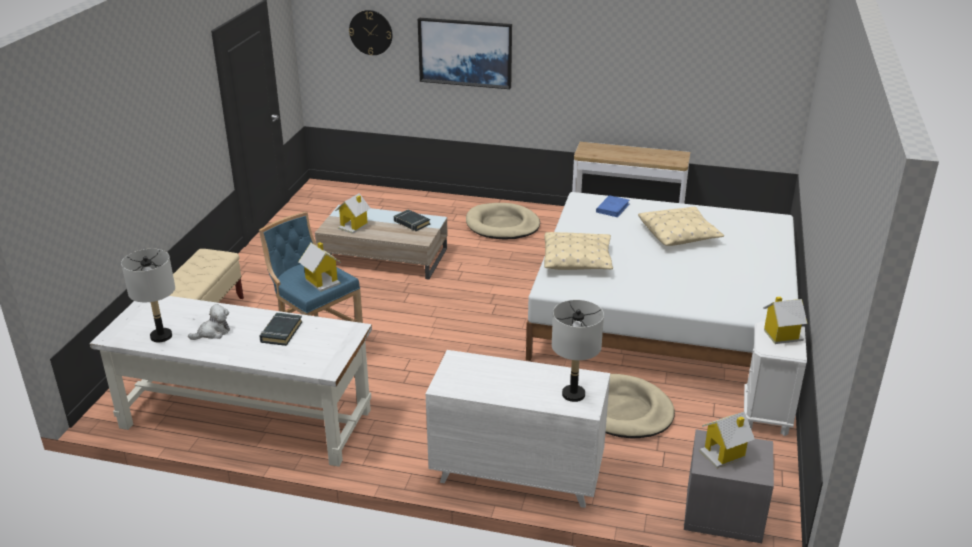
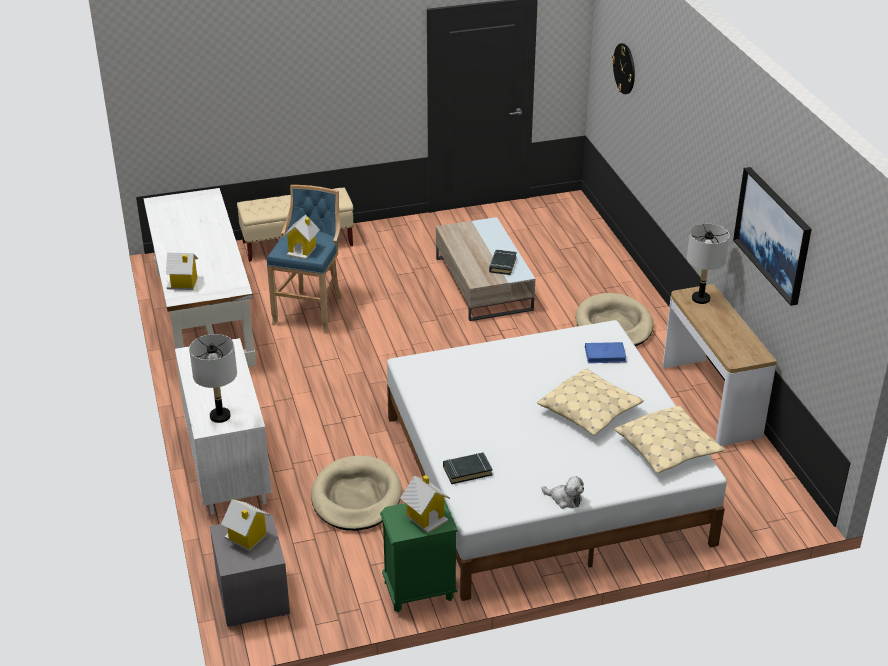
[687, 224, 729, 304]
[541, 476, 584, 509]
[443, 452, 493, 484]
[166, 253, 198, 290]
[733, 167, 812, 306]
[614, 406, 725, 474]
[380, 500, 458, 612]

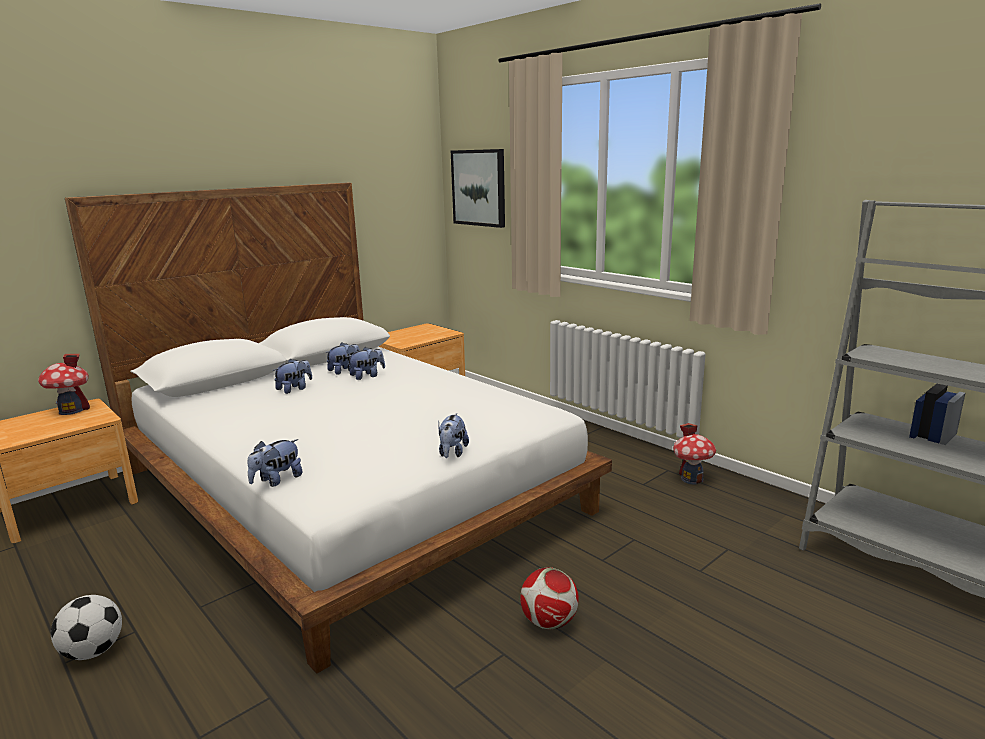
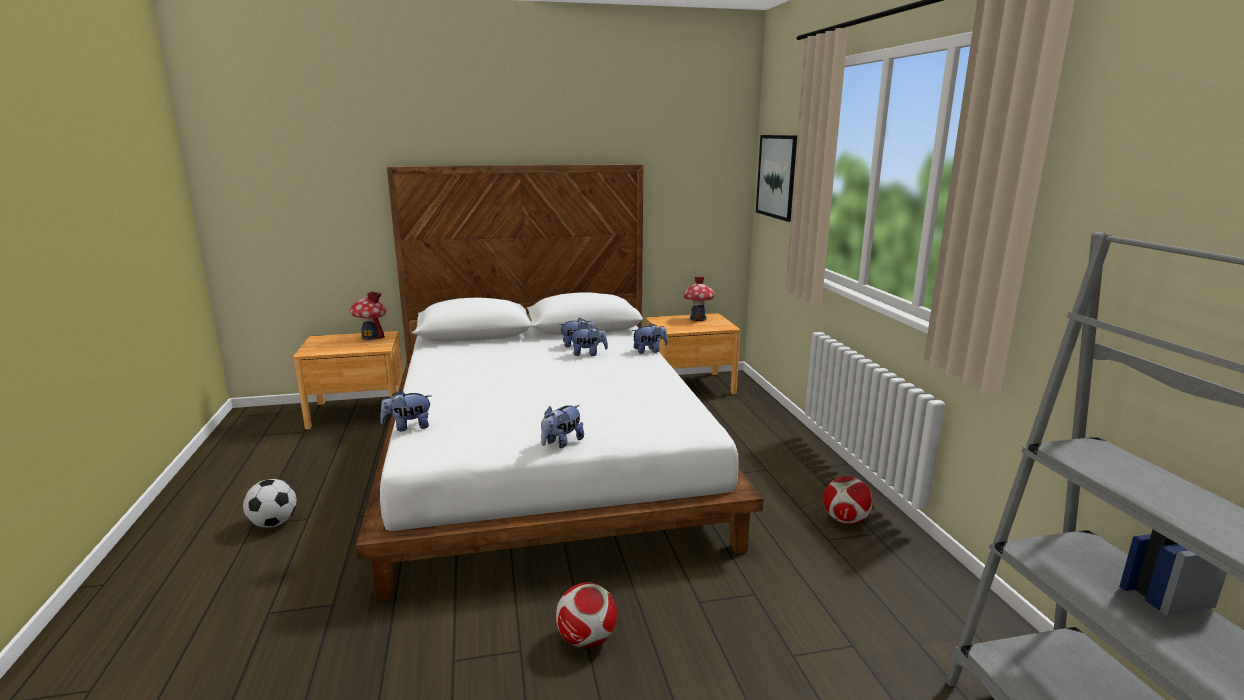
[824, 476, 873, 524]
[632, 323, 668, 354]
[684, 277, 715, 321]

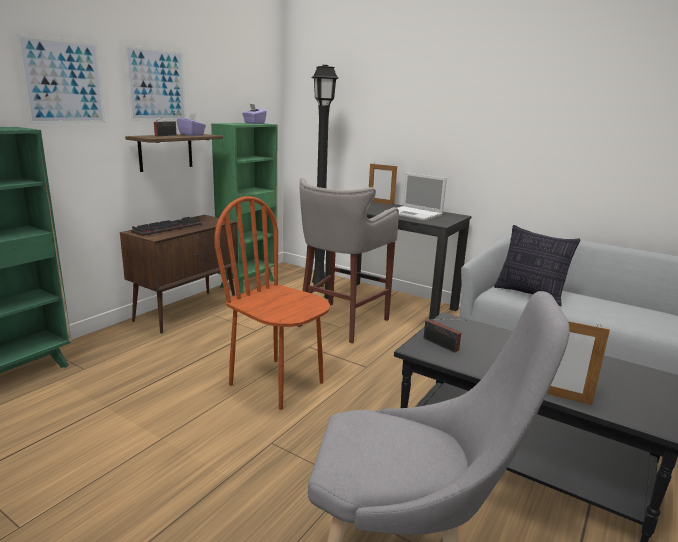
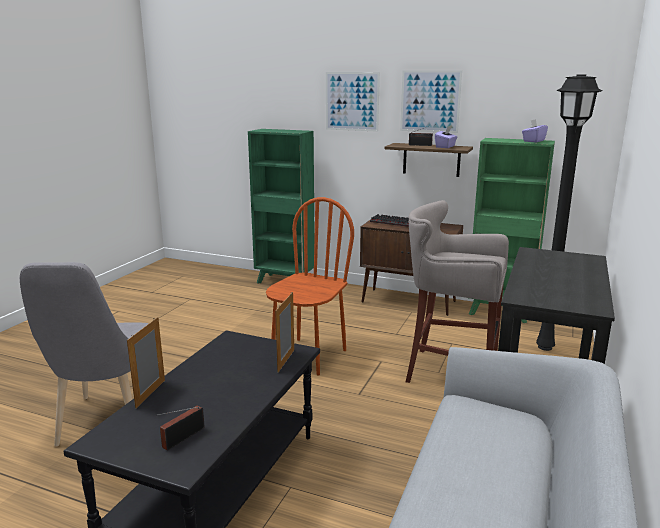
[385, 173, 447, 221] (first image)
[494, 225, 581, 306] (first image)
[275, 292, 294, 373]
[156, 405, 205, 451]

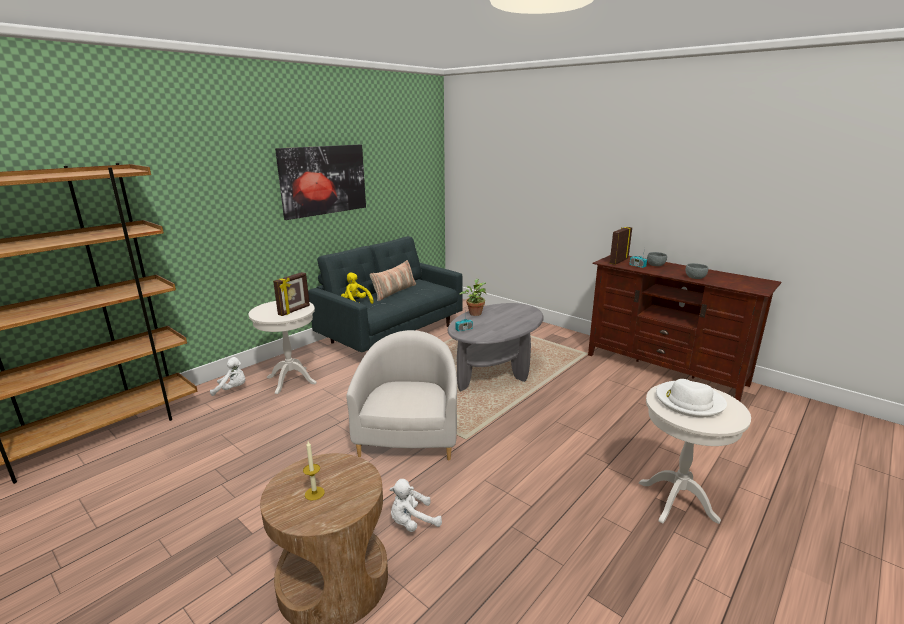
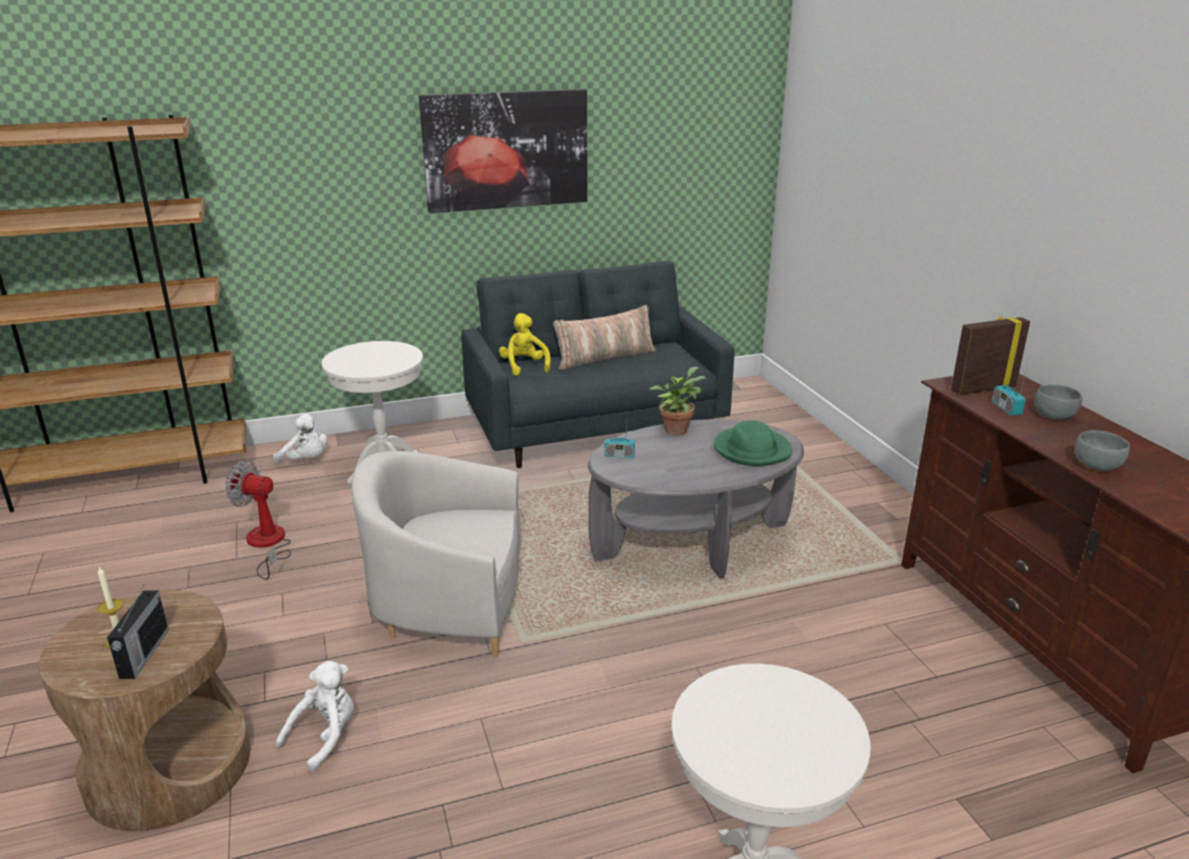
[273, 272, 310, 316] (first image)
[656, 379, 727, 418] (first image)
[107, 585, 169, 679]
[226, 460, 291, 580]
[714, 420, 792, 466]
[352, 451, 521, 657]
[276, 661, 354, 772]

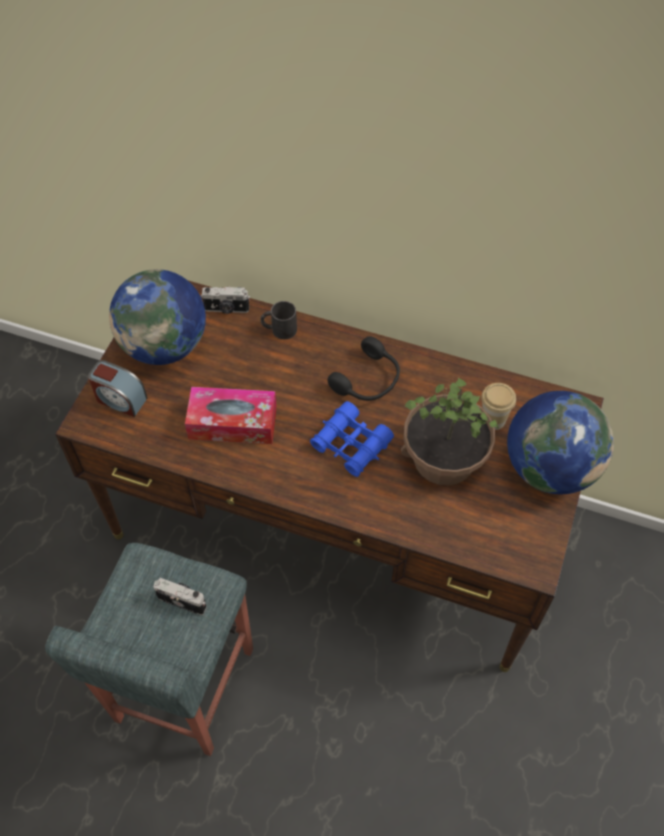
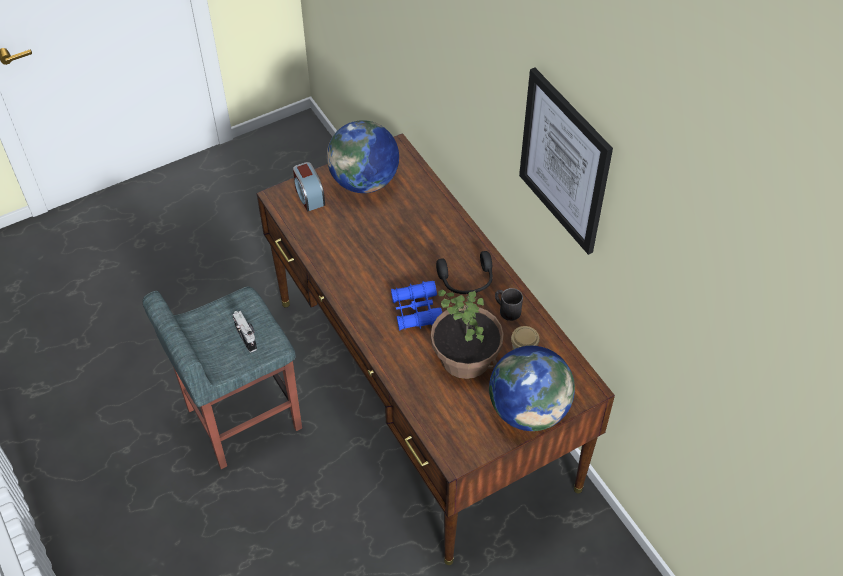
[185, 387, 277, 444] (first image)
[201, 286, 250, 314] (first image)
[519, 68, 613, 255]
[495, 288, 523, 321]

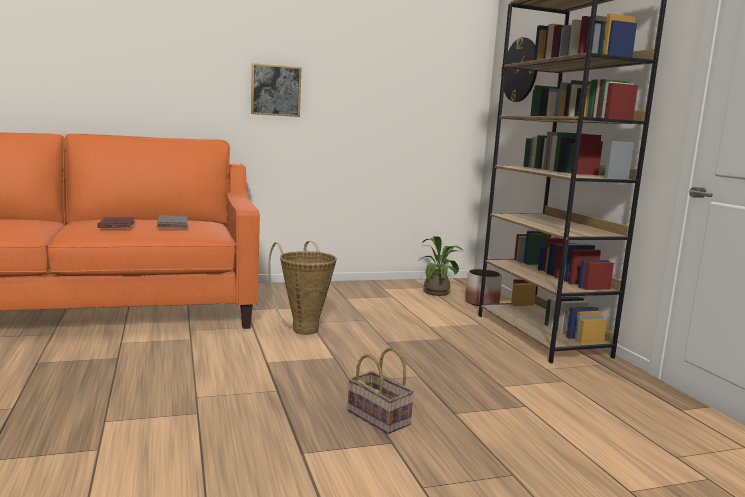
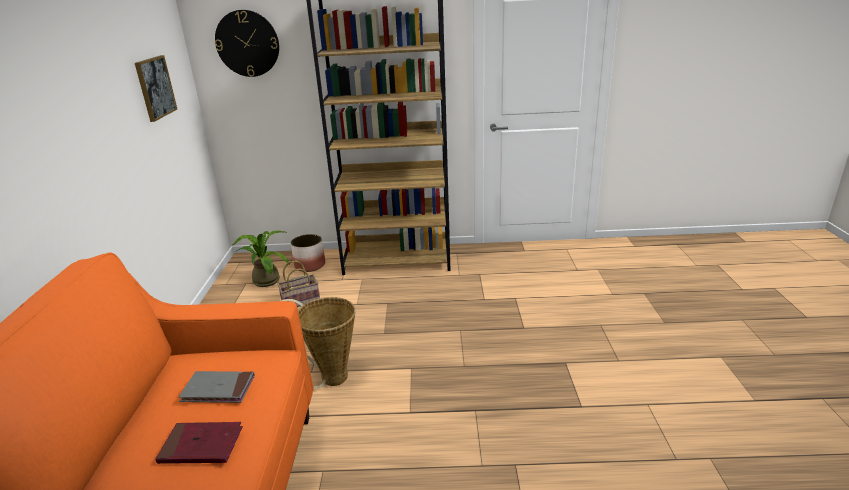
[135, 55, 177, 122]
[277, 260, 320, 307]

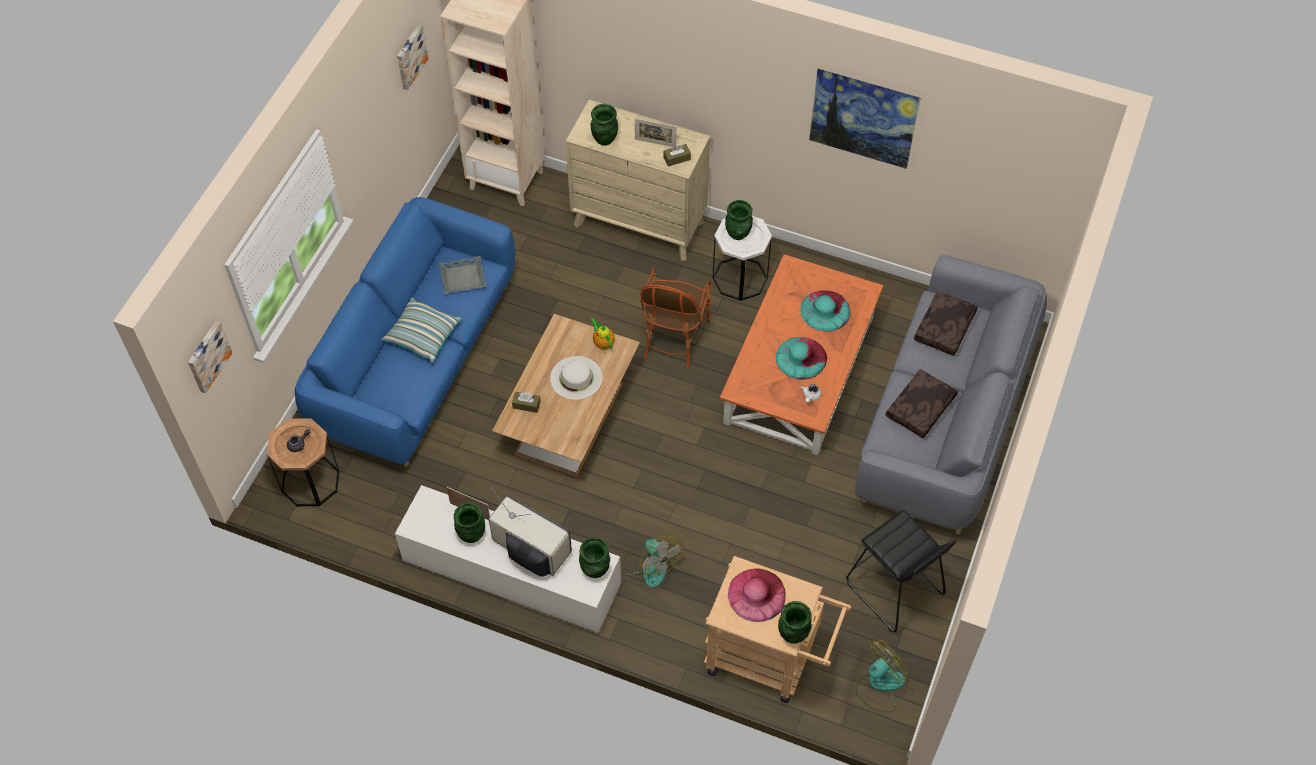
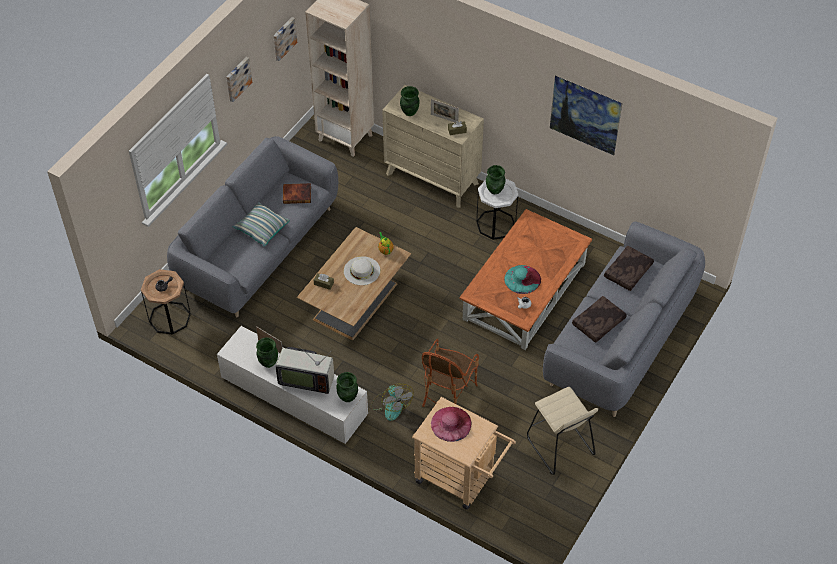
[778, 601, 812, 644] (first image)
[800, 290, 850, 331] (first image)
[855, 639, 909, 713] (first image)
[226, 57, 252, 102]
[422, 339, 479, 407]
[283, 183, 311, 204]
[167, 136, 338, 317]
[527, 387, 598, 475]
[276, 345, 334, 394]

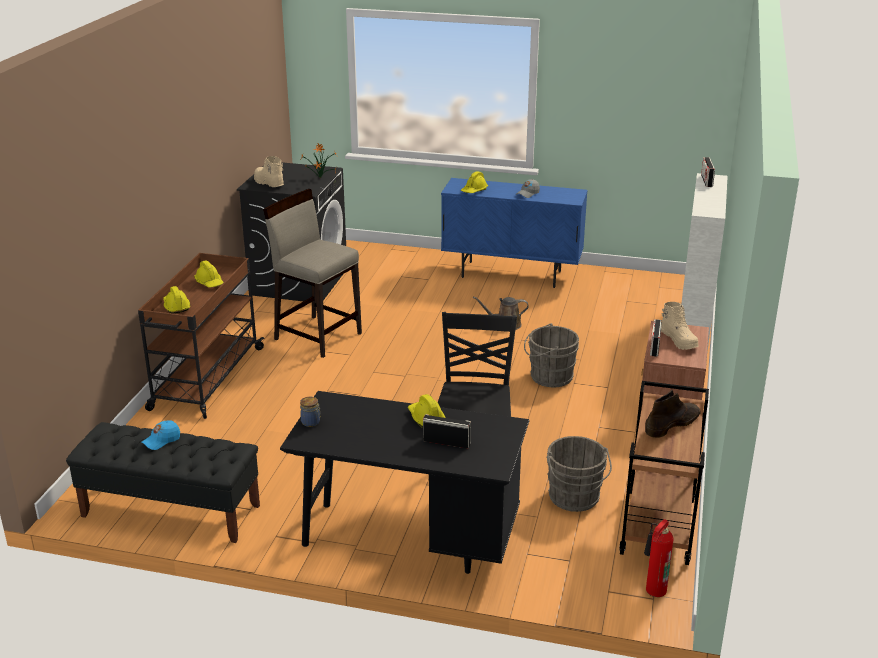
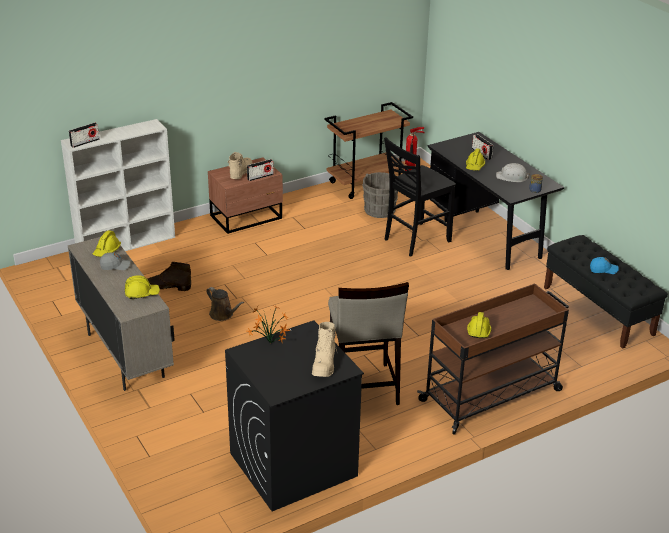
[524, 323, 579, 388] (first image)
[496, 163, 530, 182]
[93, 230, 121, 257]
[148, 262, 191, 291]
[68, 237, 175, 391]

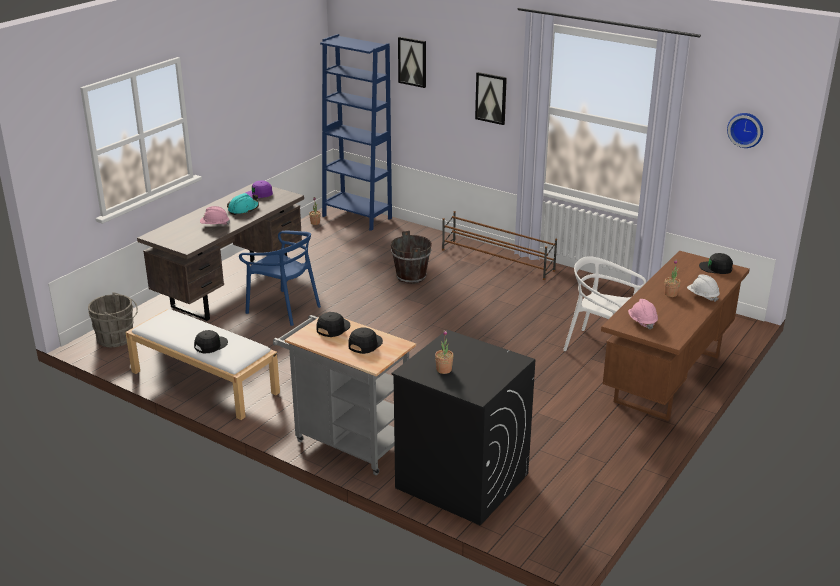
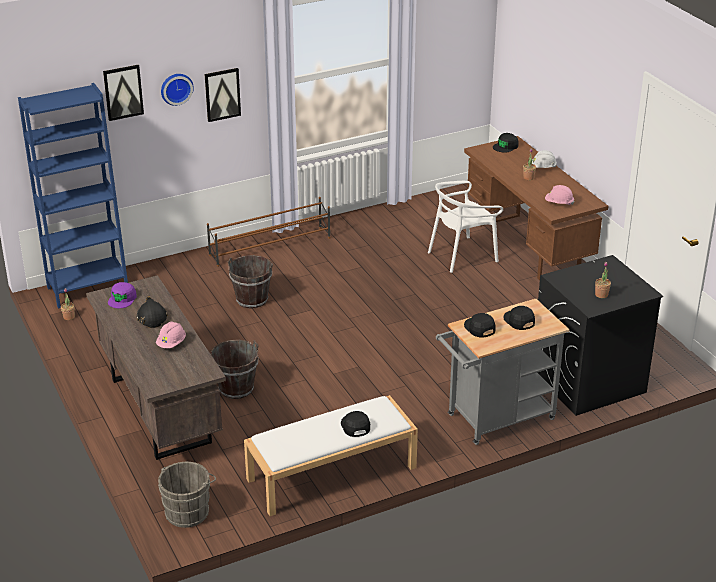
[161, 74, 194, 106]
[210, 340, 259, 399]
[137, 297, 168, 328]

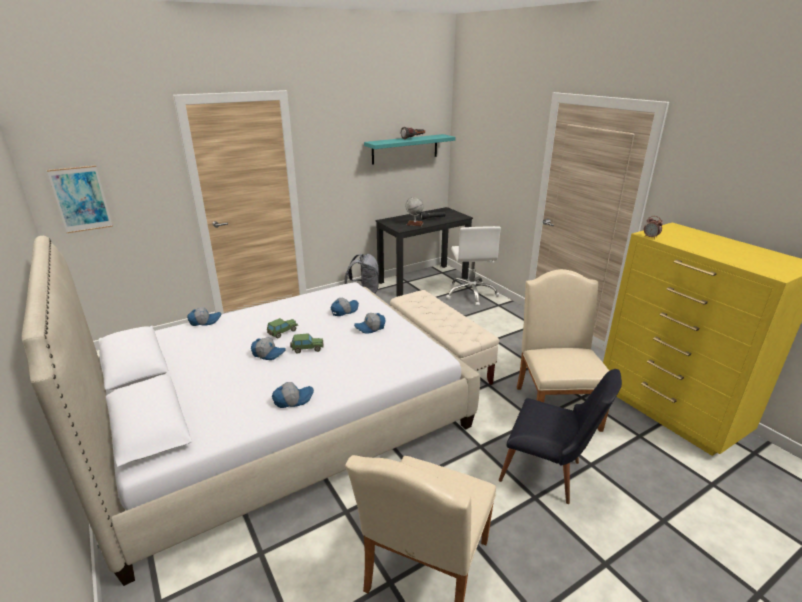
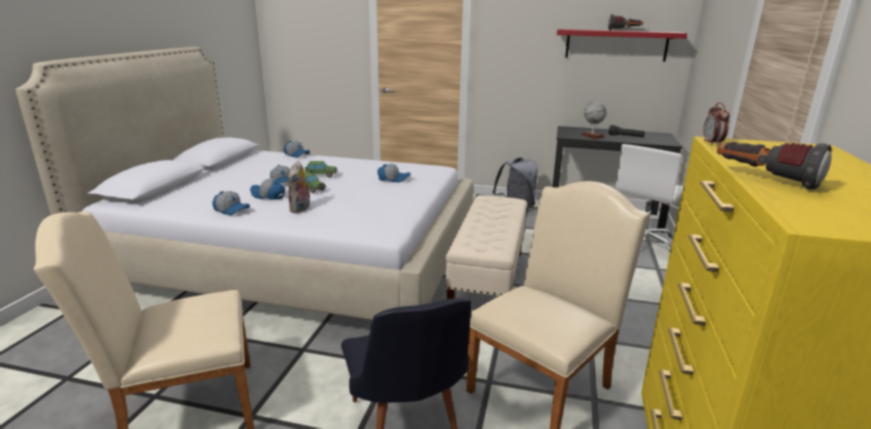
[47, 165, 113, 233] (first image)
[288, 161, 310, 213]
[717, 142, 831, 190]
[250, 179, 285, 200]
[557, 29, 687, 61]

